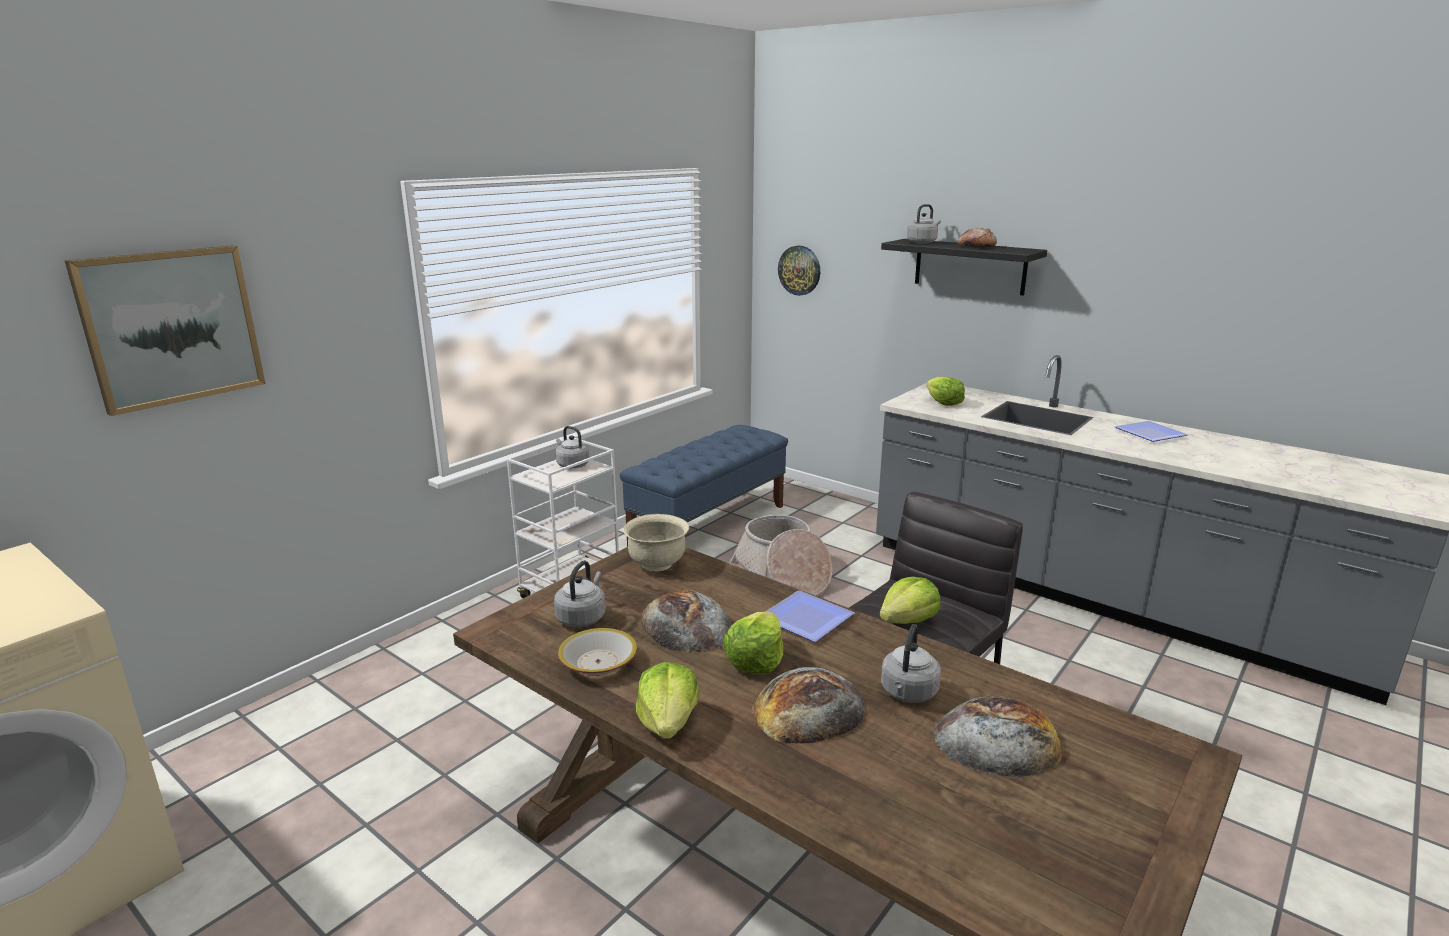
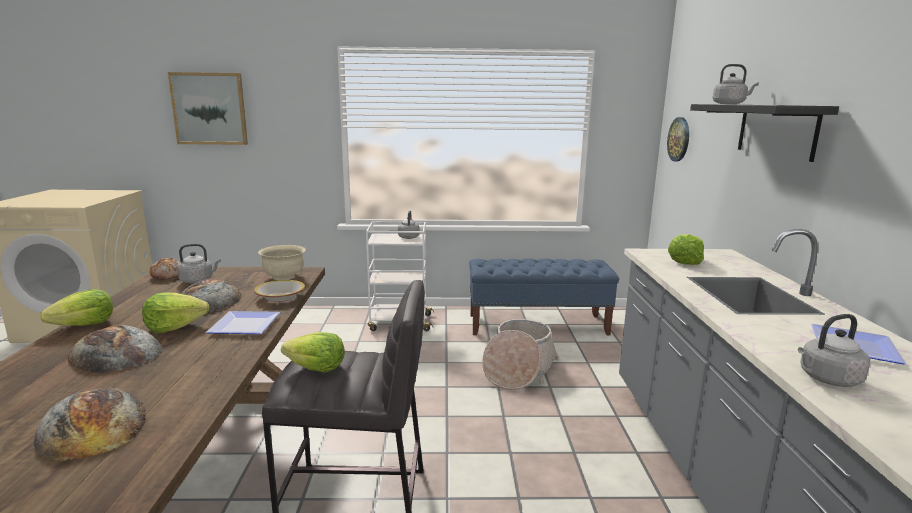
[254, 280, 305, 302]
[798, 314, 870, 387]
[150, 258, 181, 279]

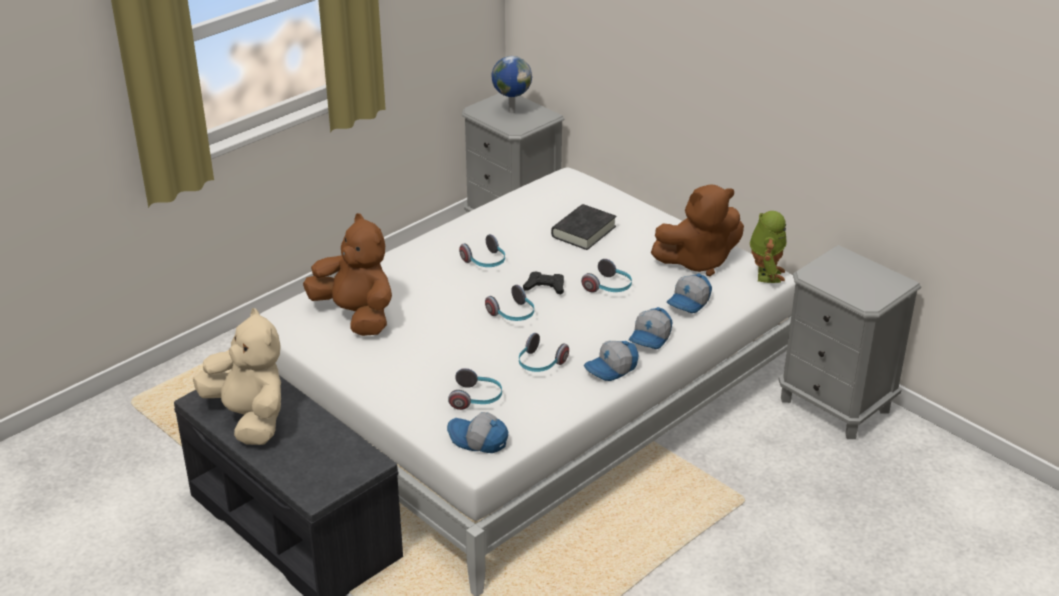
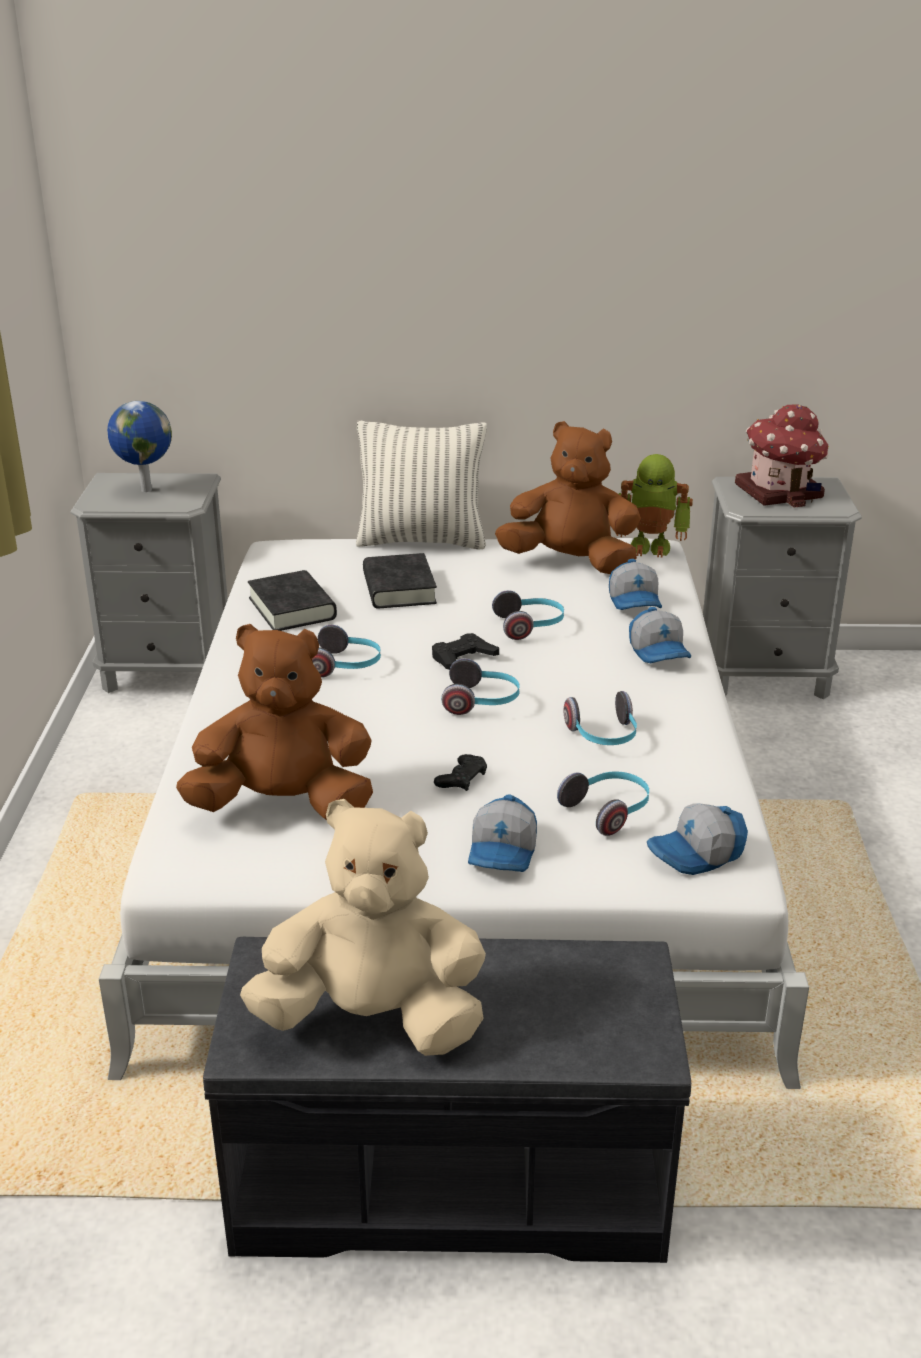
[248, 570, 337, 631]
[356, 421, 487, 550]
[434, 754, 487, 791]
[735, 404, 829, 508]
[468, 794, 537, 872]
[495, 421, 641, 574]
[616, 454, 693, 558]

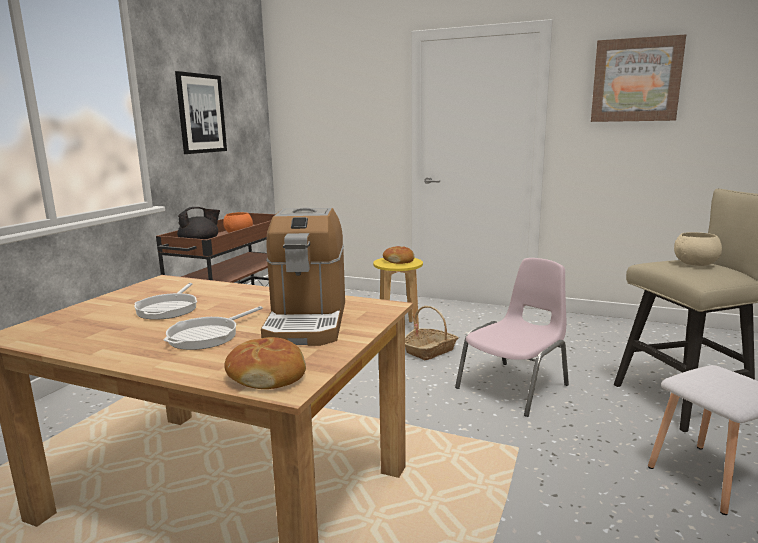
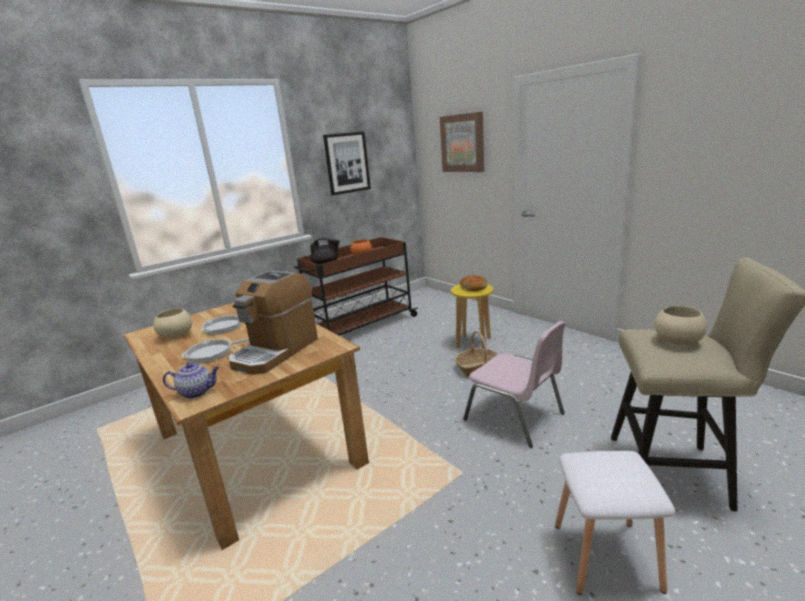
[153, 308, 192, 339]
[440, 112, 484, 172]
[163, 363, 219, 399]
[463, 321, 565, 448]

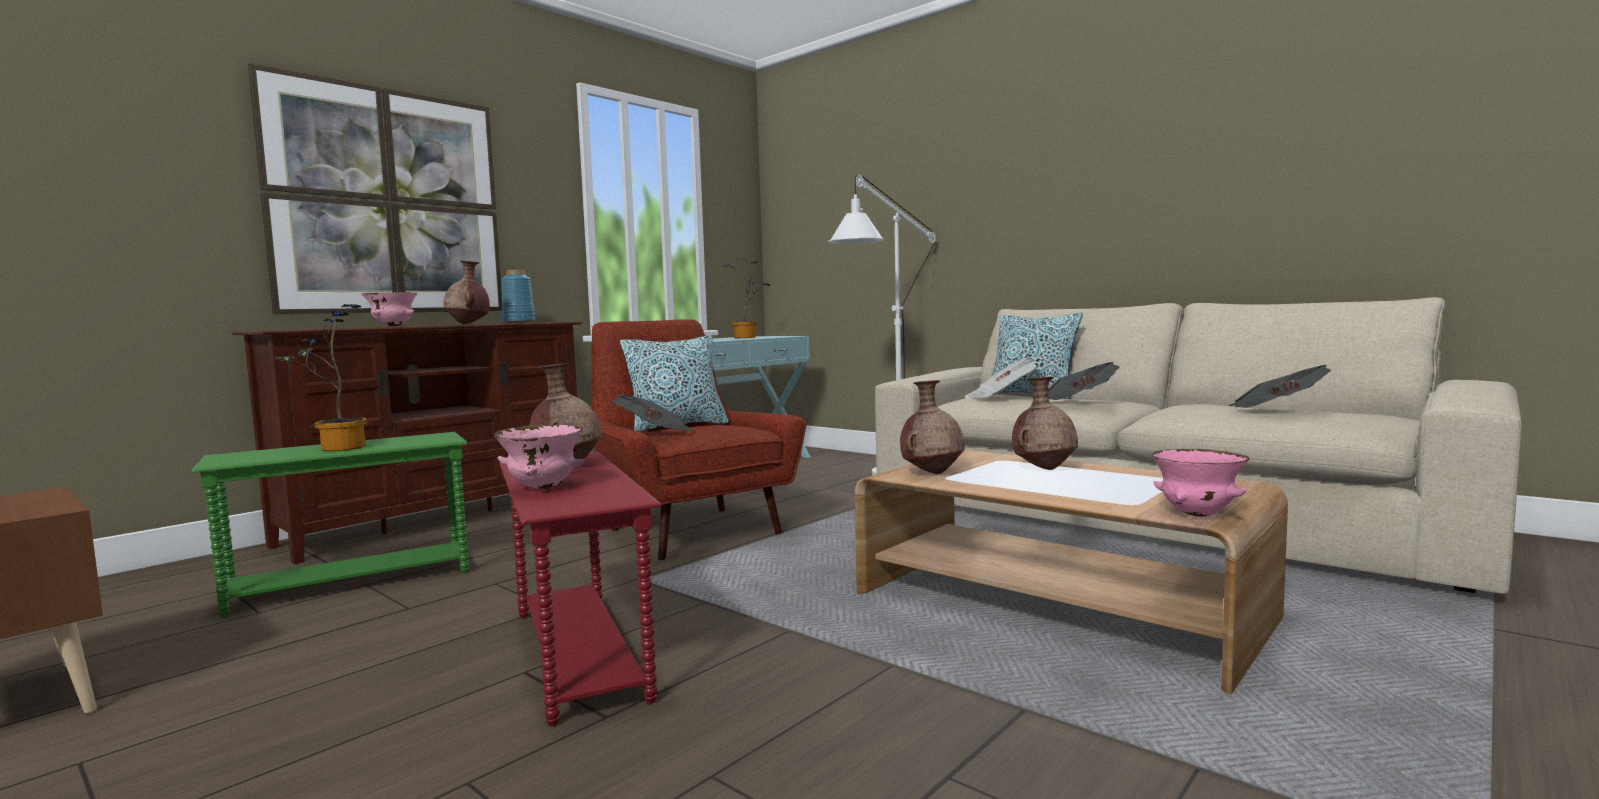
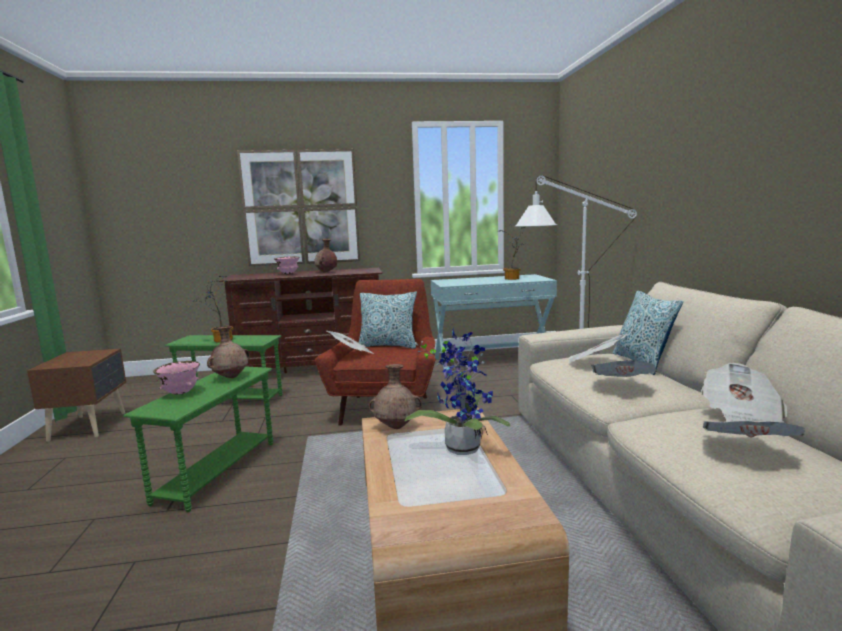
[502, 270, 536, 323] (first image)
[1151, 449, 1250, 517] (first image)
[701, 363, 787, 423]
[405, 327, 510, 455]
[123, 366, 273, 512]

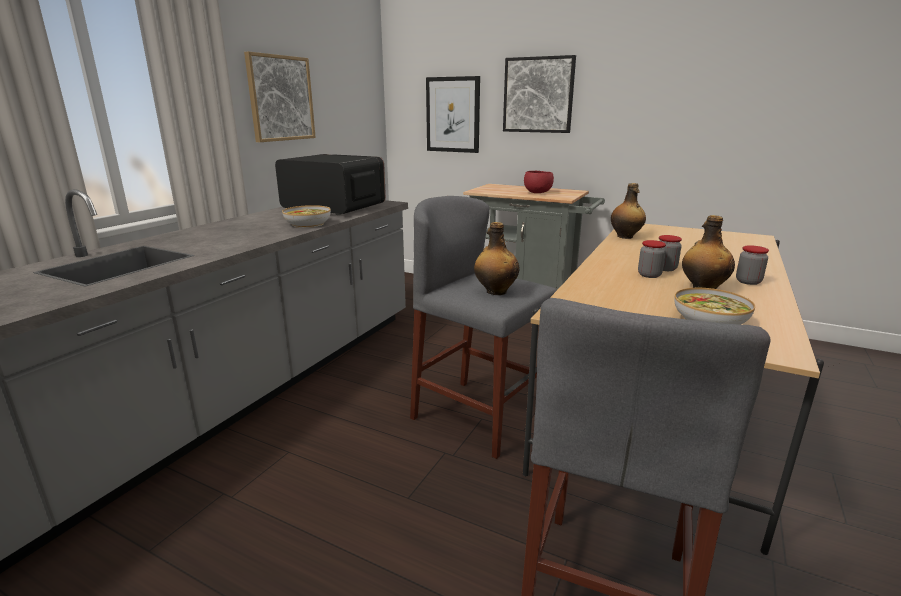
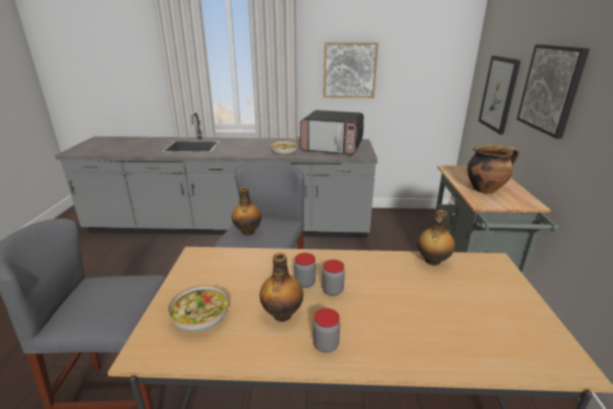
[467, 144, 519, 194]
[300, 110, 364, 155]

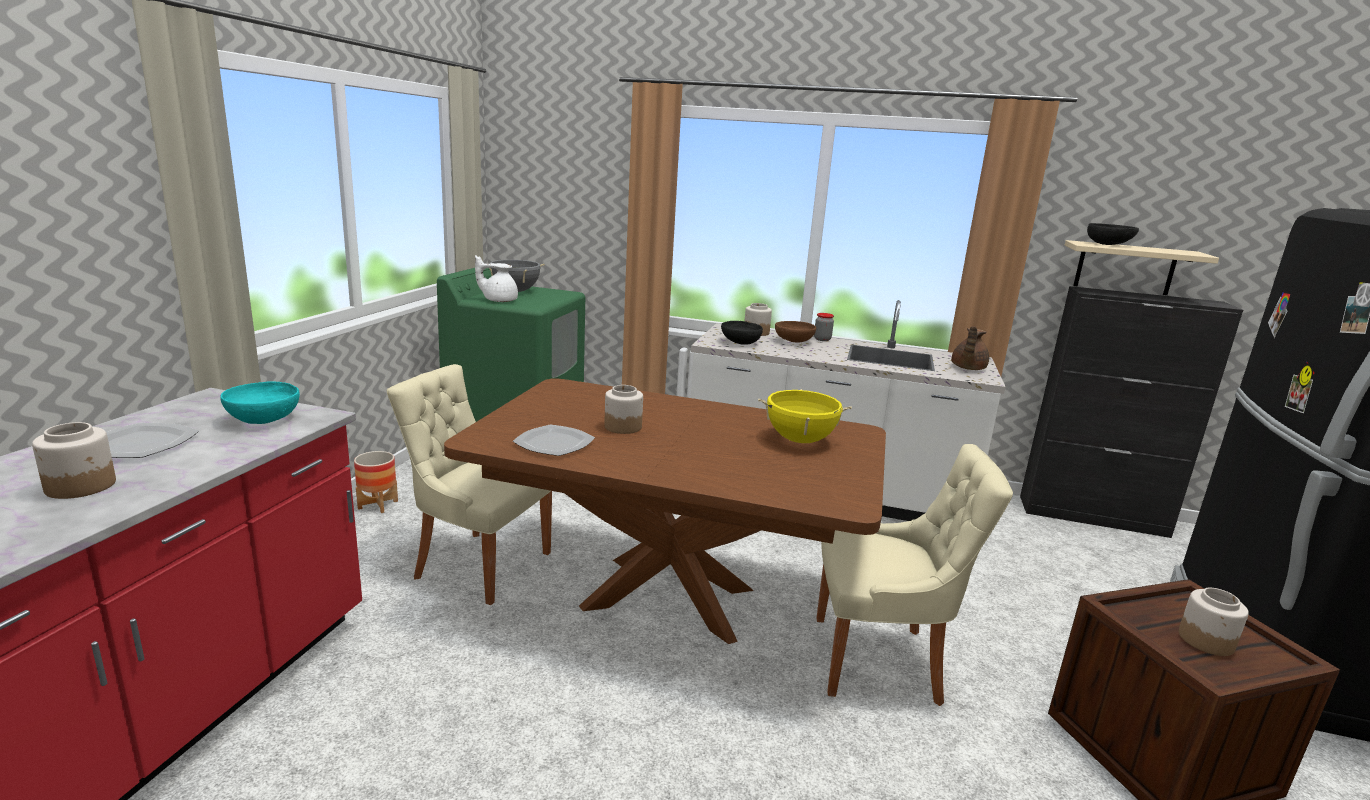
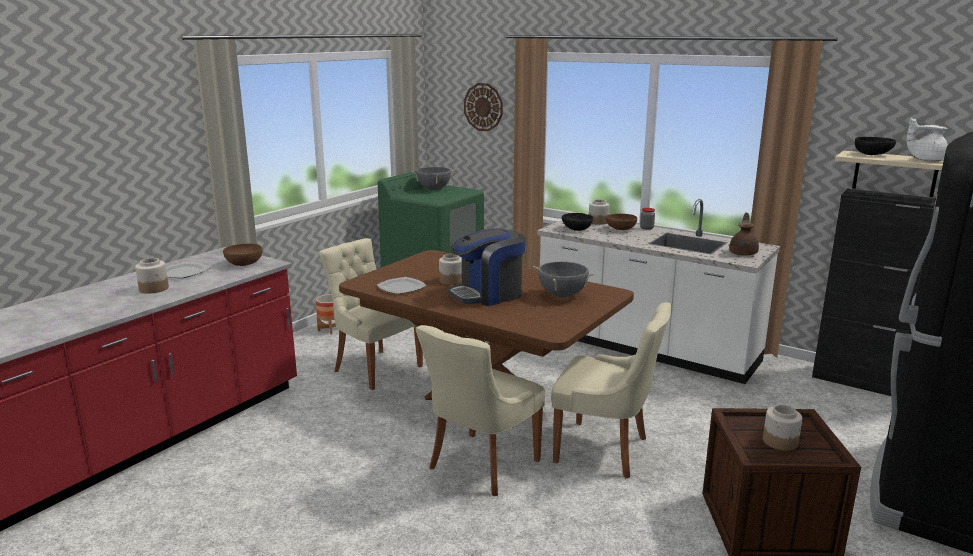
[415, 325, 545, 496]
[448, 228, 525, 306]
[464, 83, 503, 131]
[907, 118, 948, 162]
[223, 243, 263, 266]
[534, 261, 594, 297]
[729, 213, 759, 256]

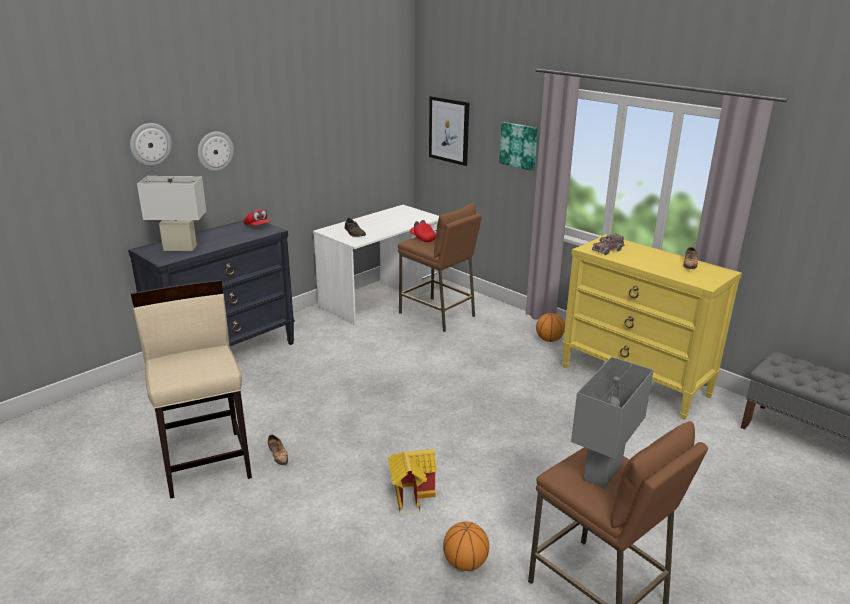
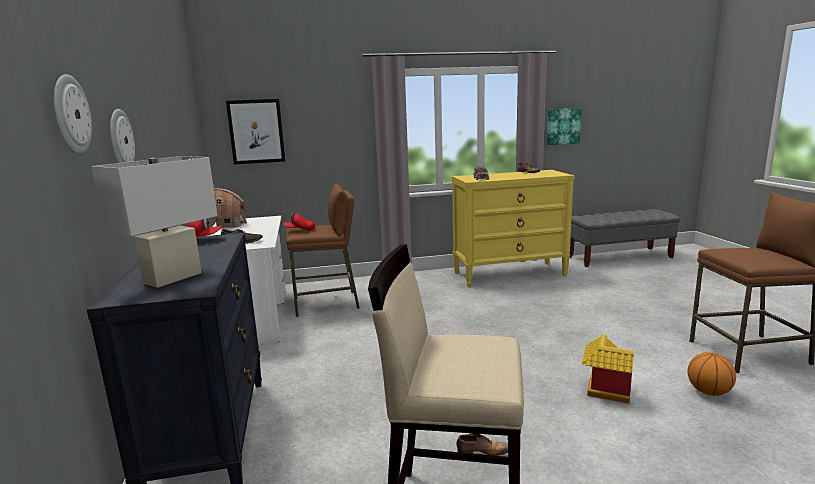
[536, 313, 565, 342] (first image)
[571, 357, 654, 489] (first image)
[213, 185, 247, 228]
[547, 108, 582, 145]

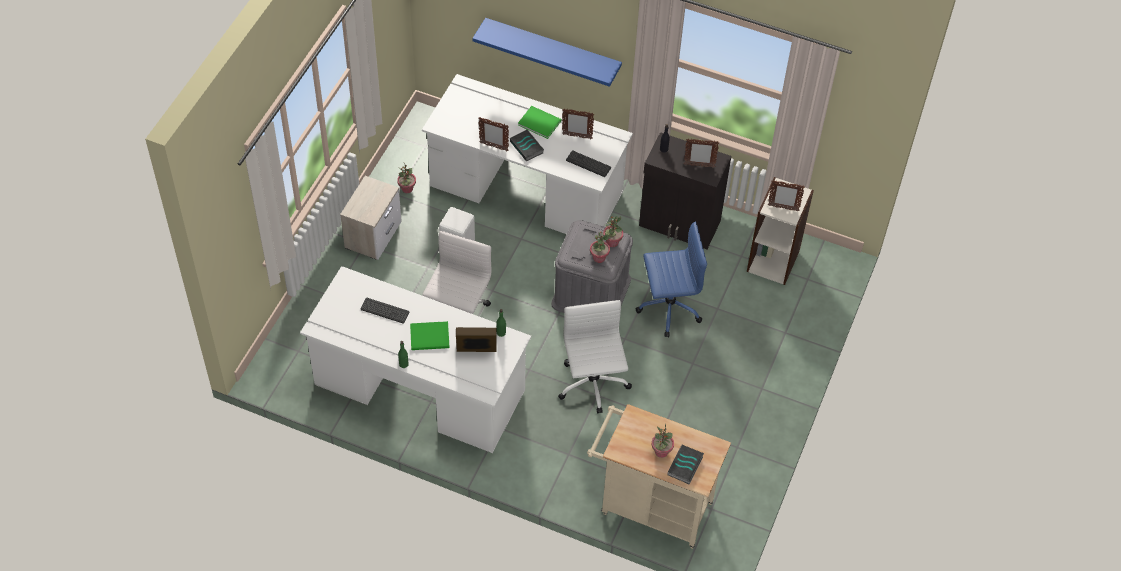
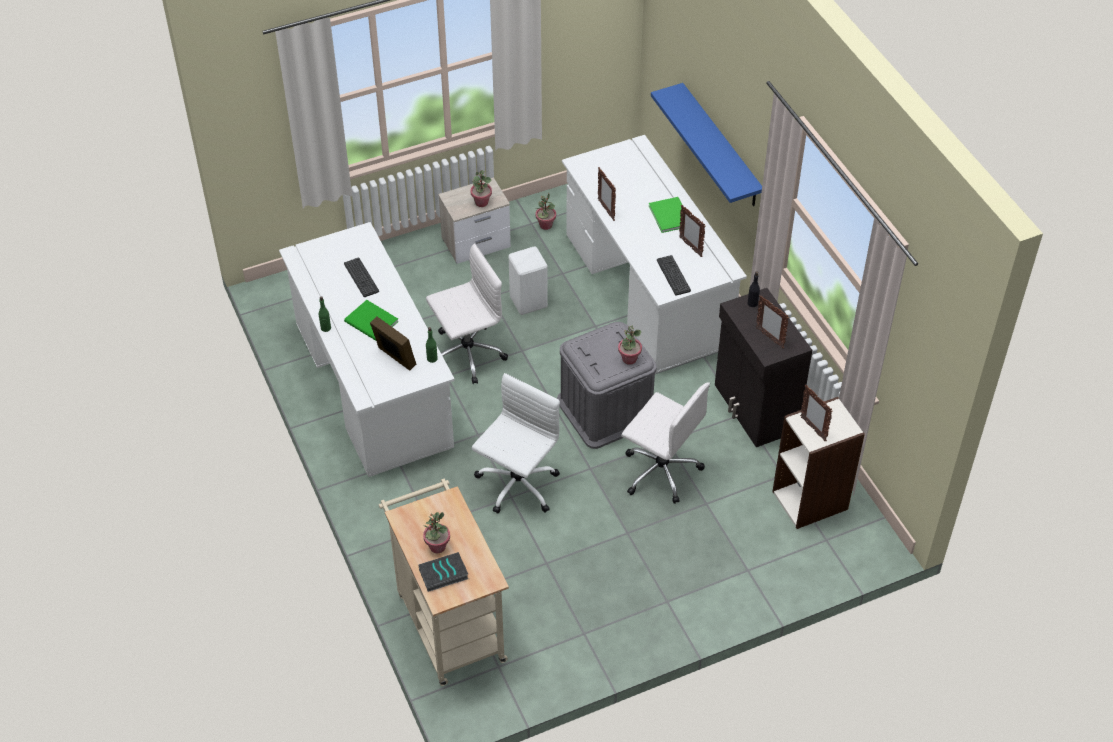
[510, 130, 544, 161] (first image)
[470, 170, 492, 207]
[621, 382, 710, 504]

